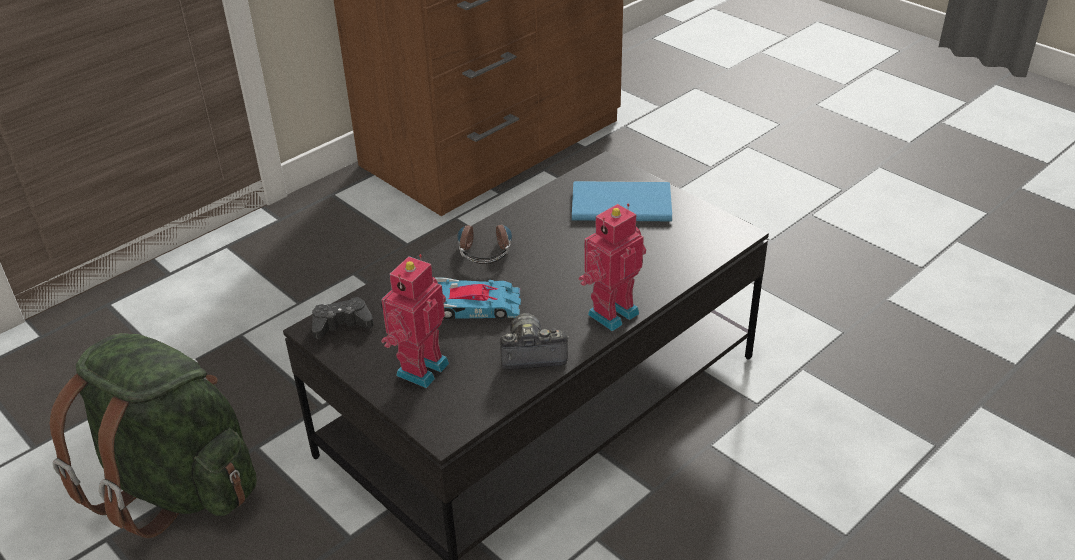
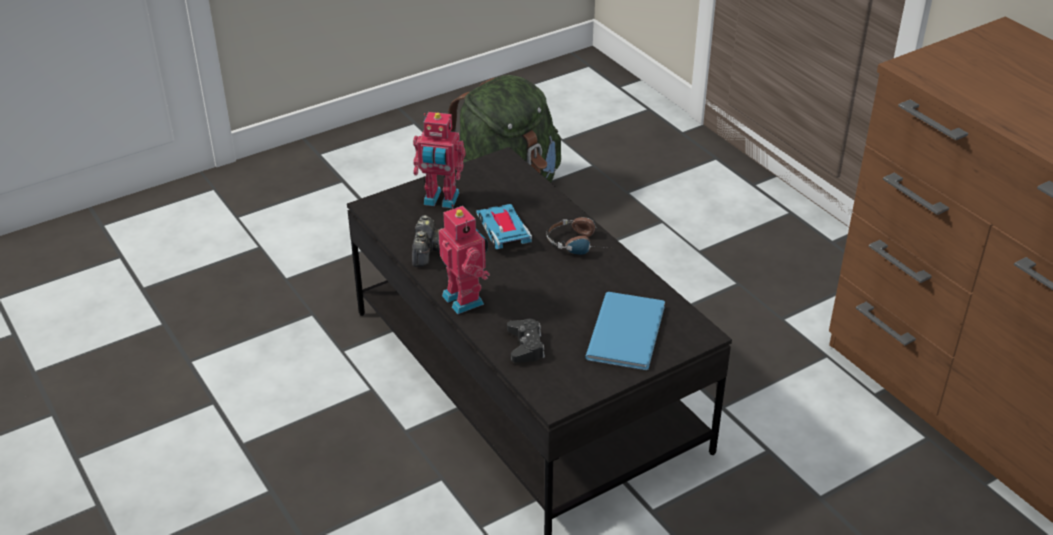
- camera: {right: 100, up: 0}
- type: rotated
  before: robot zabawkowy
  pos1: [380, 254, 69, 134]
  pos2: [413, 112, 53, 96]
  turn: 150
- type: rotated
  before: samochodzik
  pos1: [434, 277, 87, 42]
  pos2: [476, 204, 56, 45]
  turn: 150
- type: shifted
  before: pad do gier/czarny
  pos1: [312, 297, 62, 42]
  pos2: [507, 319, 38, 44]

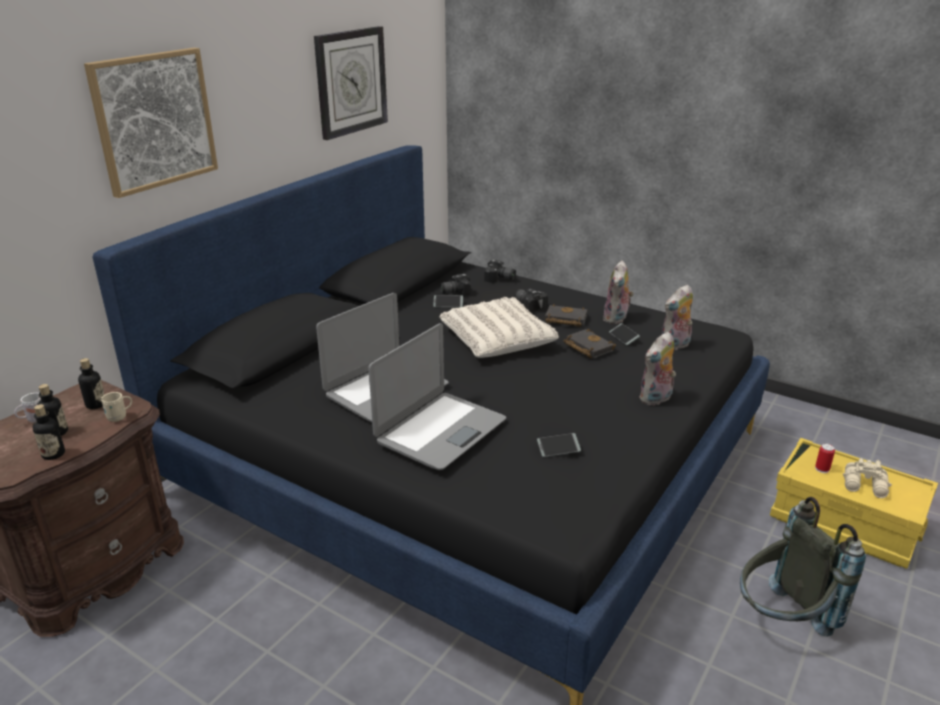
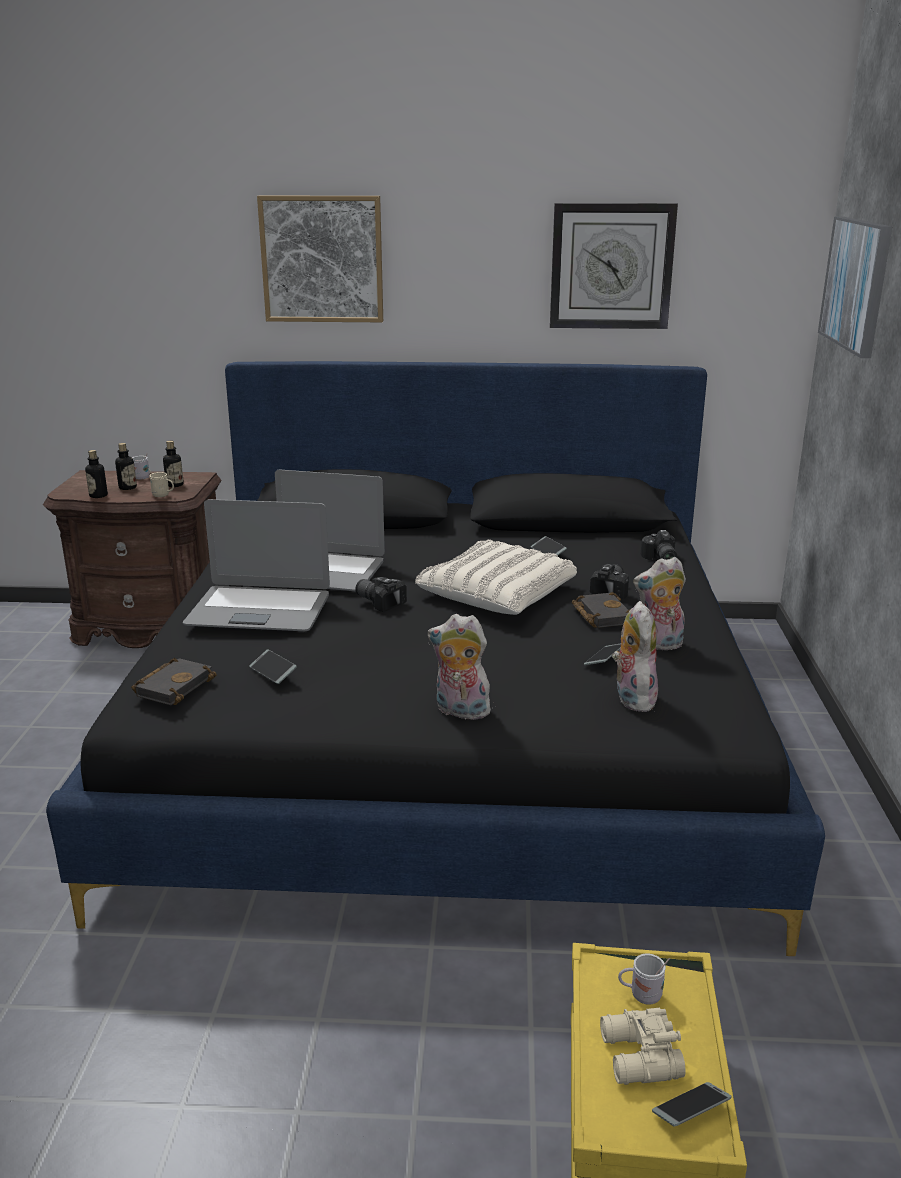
- camera: {right: 60, up: -5}
- type: shifted
  before: aparat fotograficzny
  pos1: [440, 274, 31, 21]
  pos2: [355, 577, 52, 35]
- type: rotated
  before: pluszak
  pos1: [662, 284, 31, 66]
  pos2: [612, 601, 46, 111]
  turn: 60
- type: shifted
  before: książka/czarny
  pos1: [563, 329, 53, 29]
  pos2: [131, 658, 86, 47]
- type: swapped
  before: puszka
  after: kubek/biały
  pos1: [815, 443, 20, 30]
  pos2: [618, 954, 52, 51]
- type: gone
  before: plecak/szary
  pos1: [740, 497, 126, 140]
- type: new
  after: obraz
  pos2: [818, 217, 74, 141]
- type: new
  after: telefon
  pos2: [652, 1082, 80, 45]

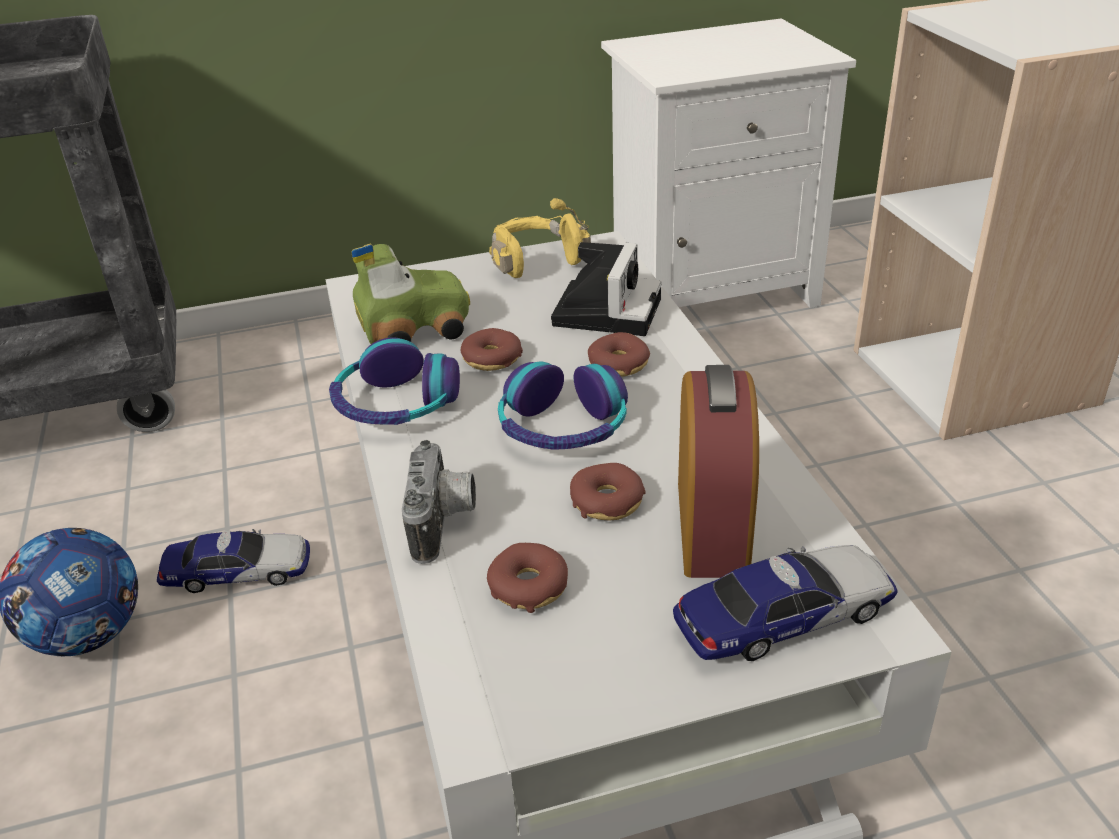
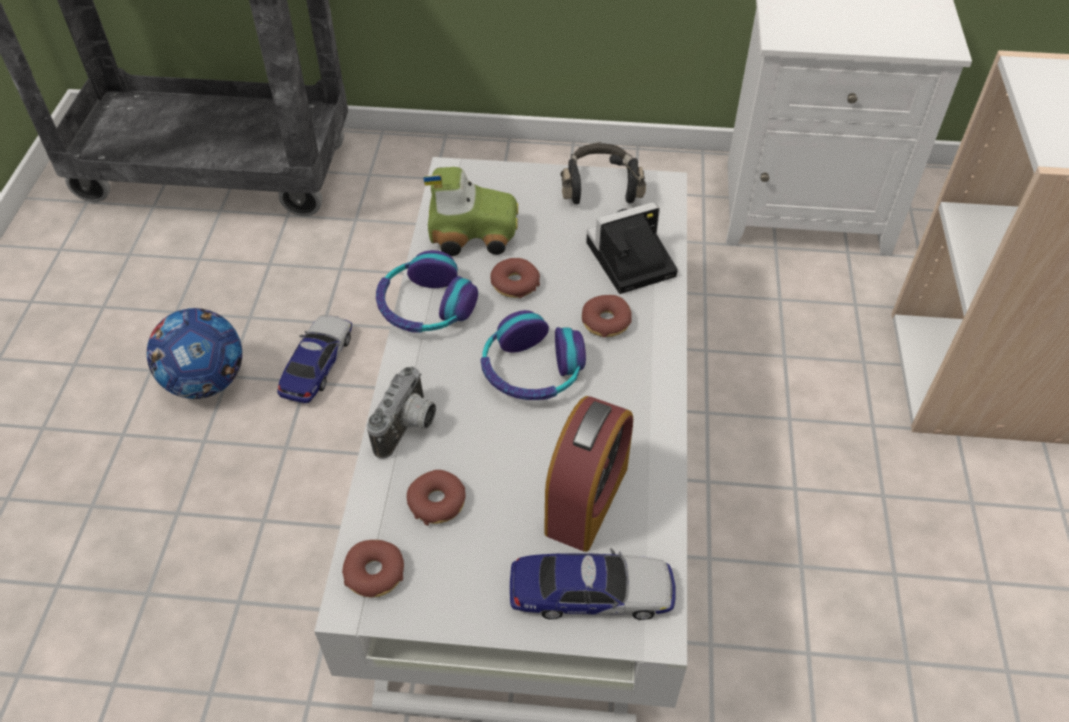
- camera: {right: 20, up: 15}
- type: repainted
  before: słuchawki/żółty
  after: słuchawki/czarny
  pos1: [489, 198, 102, 80]
  pos2: [560, 142, 86, 62]
- type: rotated
  before: aparat fotograficzny
  pos1: [551, 242, 110, 94]
  pos2: [586, 202, 92, 92]
  turn: -150
- type: shifted
  before: donut
  pos1: [570, 463, 76, 58]
  pos2: [342, 540, 62, 58]
- type: rotated
  before: samochodzik
  pos1: [157, 529, 153, 64]
  pos2: [277, 315, 75, 88]
  turn: -90

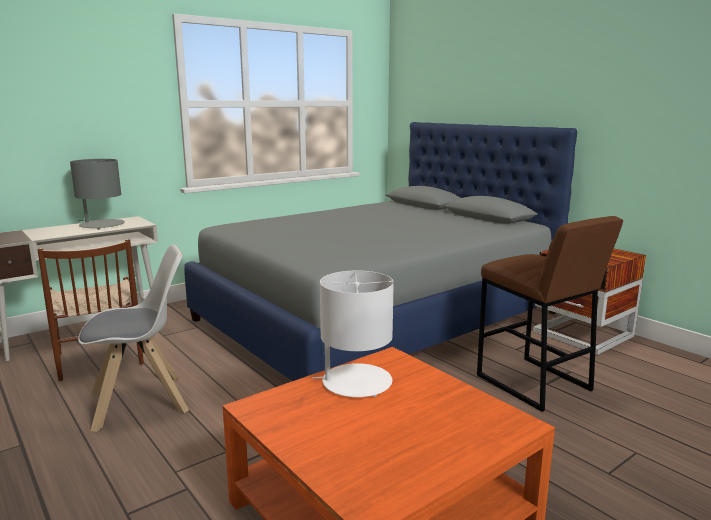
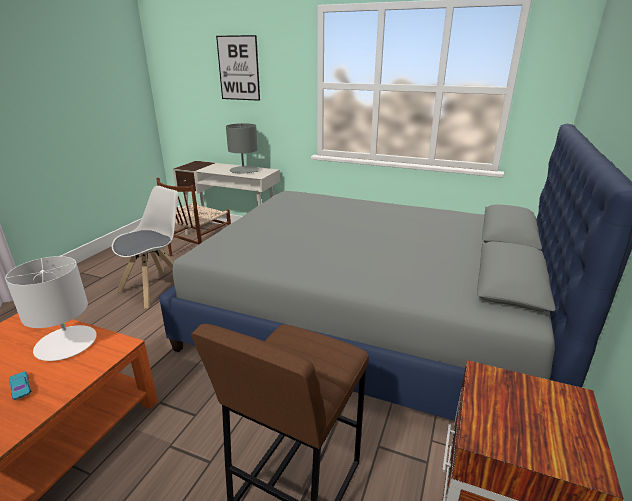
- camera: {right: 60, up: 10}
- type: rotated
  before: krzesło
  pos1: [78, 245, 111, 187]
  pos2: [112, 186, 66, 123]
  turn: -90
- type: new
  after: obraz
  pos2: [216, 35, 44, 66]
- type: new
  after: samochodzik/turkusowy
  pos2: [9, 371, 22, 29]

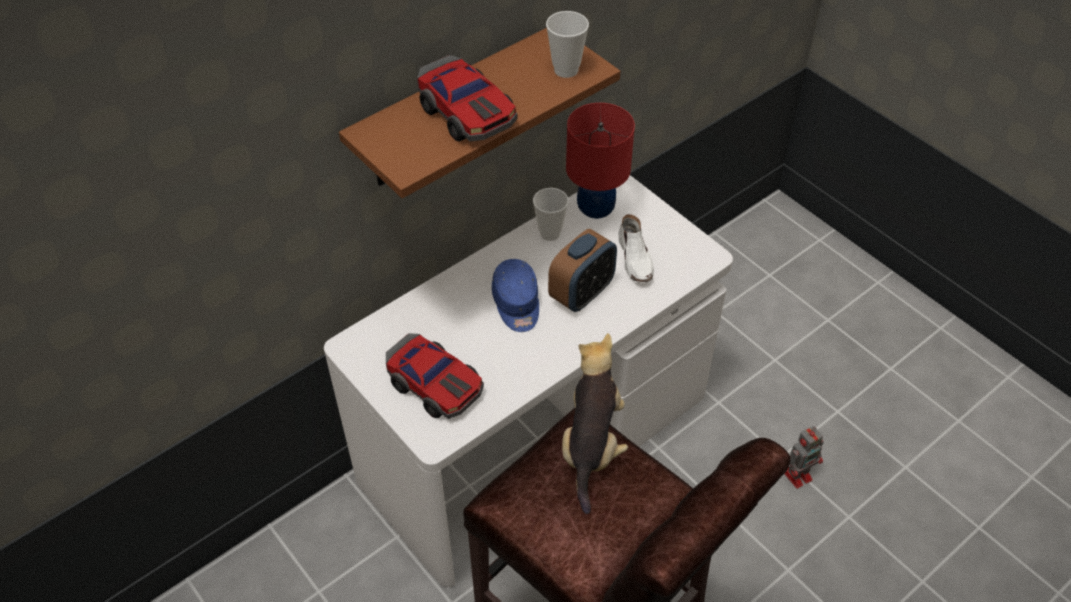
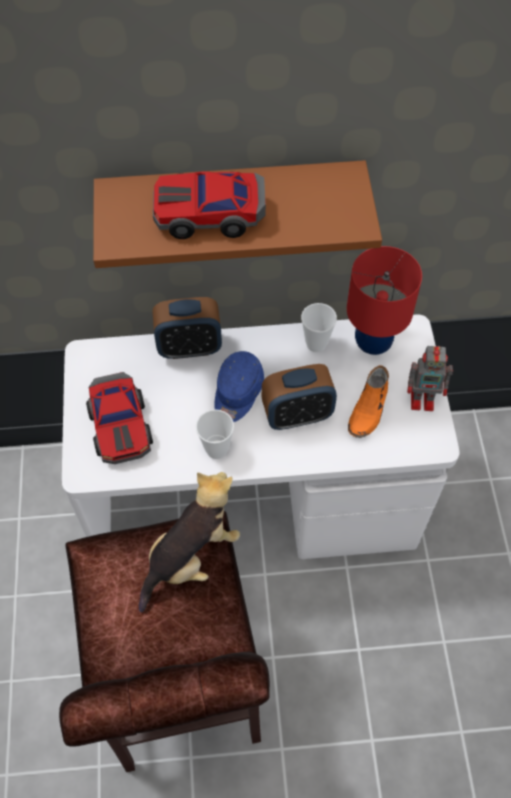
- camera: {right: 35, up: 10}
- type: shifted
  before: filiżanka
  pos1: [546, 11, 43, 67]
  pos2: [196, 410, 38, 49]
- type: rotated
  before: samochodzik
  pos1: [417, 55, 101, 87]
  pos2: [153, 172, 113, 67]
  turn: 90
- type: repainted
  before: but/biały
  after: but/pomarańczowy
  pos1: [618, 214, 36, 69]
  pos2: [348, 365, 41, 73]
- type: shifted
  before: robot zabawkowy
  pos1: [784, 426, 40, 63]
  pos2: [407, 346, 46, 65]
- type: new
  after: budzik
  pos2: [153, 297, 69, 62]

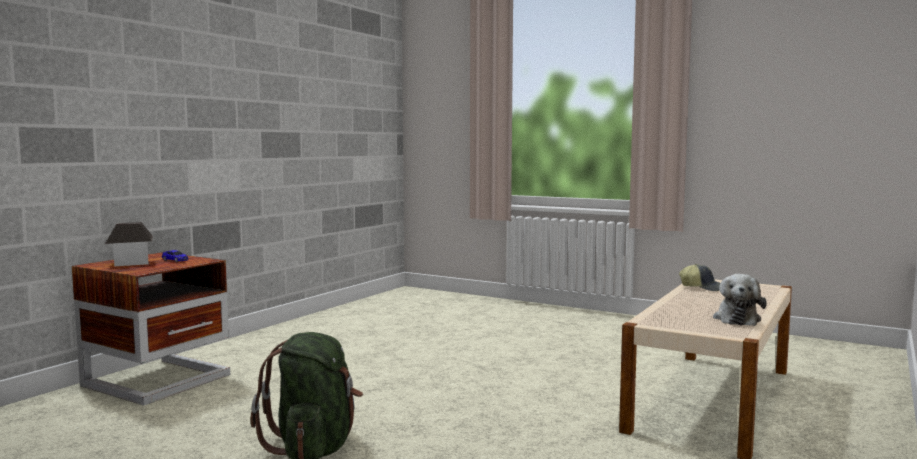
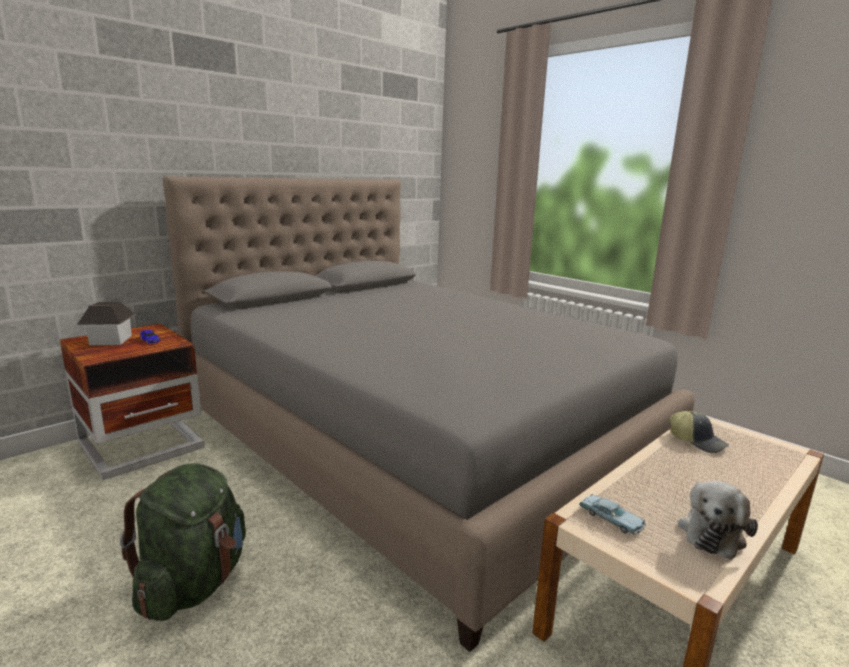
- camera: {right: 15, up: 10}
- type: new
  after: łóżko/szary
  pos2: [163, 176, 532, 476]
- type: new
  after: samochodzik/niebieski
  pos2: [579, 494, 67, 41]

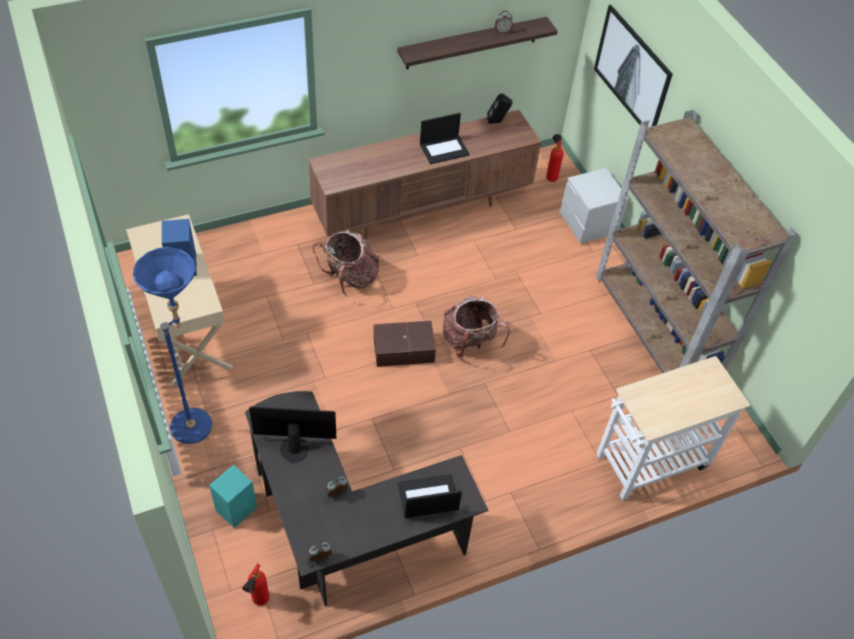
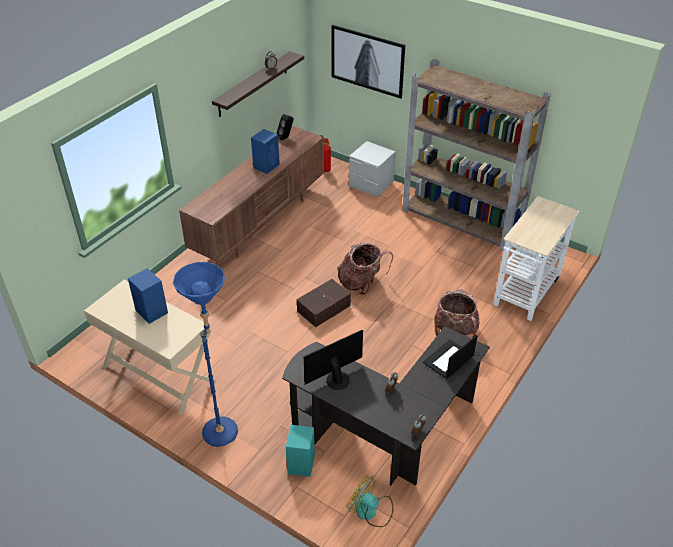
- camera: {right: -30, up: -10}
- type: swapped
  before: laptop
  after: głośnik/niebieski
  pos1: [420, 113, 50, 51]
  pos2: [251, 129, 29, 45]
- type: shifted
  before: plecak
  pos1: [313, 230, 66, 66]
  pos2: [435, 289, 45, 49]
- type: swapped
  before: gaśnica
  after: wentylator
  pos1: [242, 562, 27, 44]
  pos2: [346, 475, 47, 52]

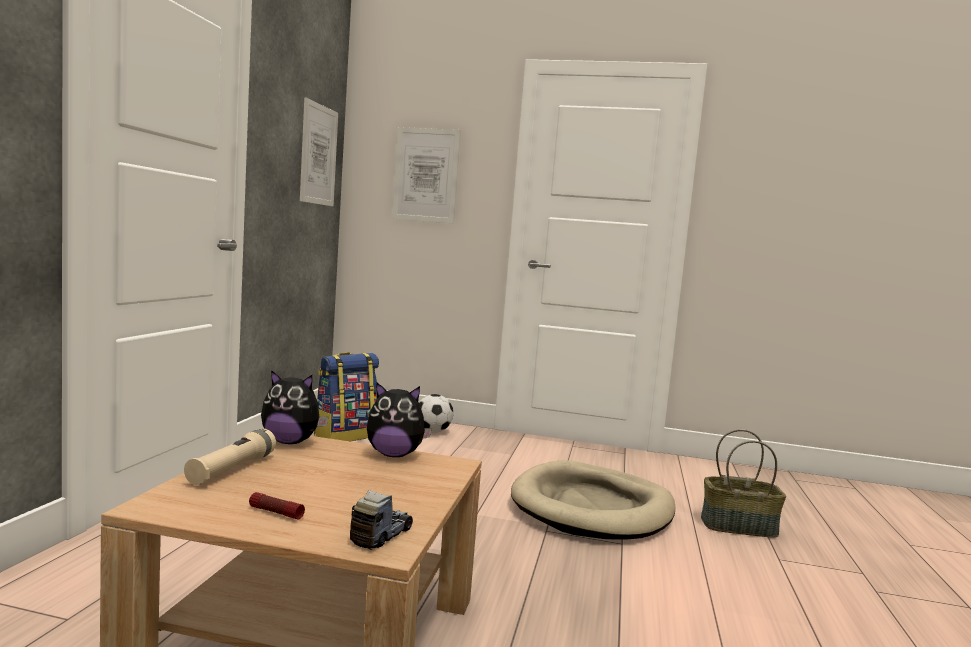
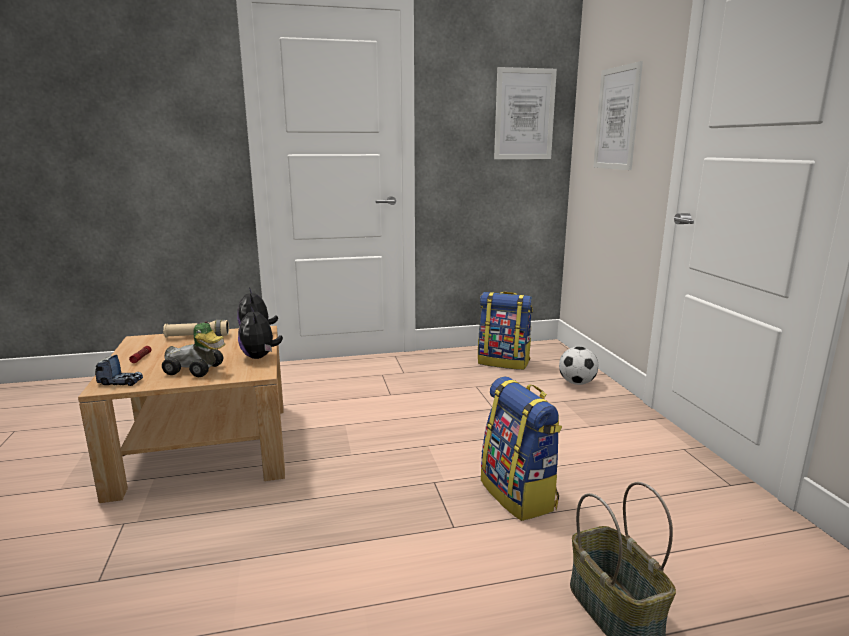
- camera: {right: 65, up: 10}
- type: swapped
  before: legowisko/beżowy
  after: plecak
  pos1: [511, 460, 165, 80]
  pos2: [481, 377, 81, 144]
- type: new
  after: samochodzik
  pos2: [162, 323, 63, 54]

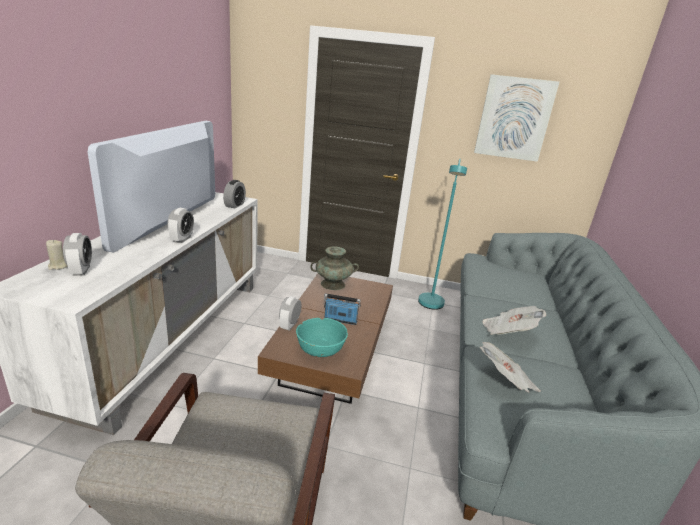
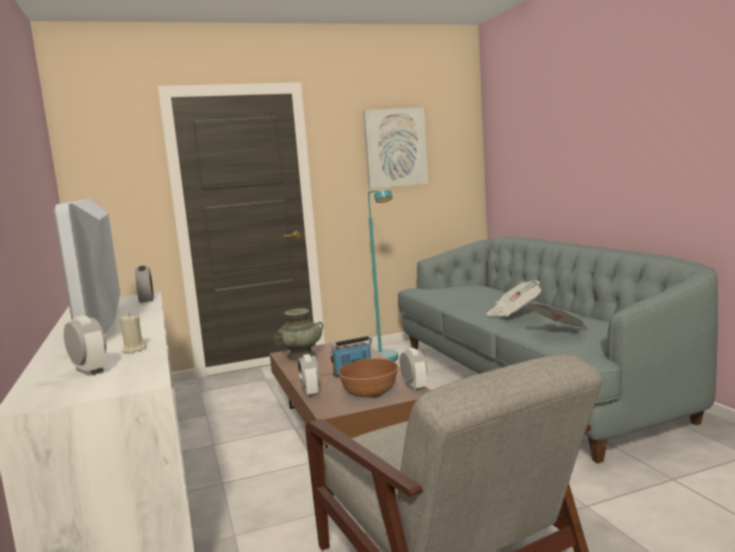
- camera: {right: -30, up: -15}
- type: shifted
  before: budzik
  pos1: [168, 208, 26, 35]
  pos2: [400, 348, 27, 43]
- type: shifted
  before: świeca/beżowy
  pos1: [46, 240, 22, 30]
  pos2: [120, 314, 26, 39]
- type: repainted
  before: miska/turkusowy
  after: miska/brązowy
  pos1: [296, 318, 52, 39]
  pos2: [338, 358, 60, 40]

